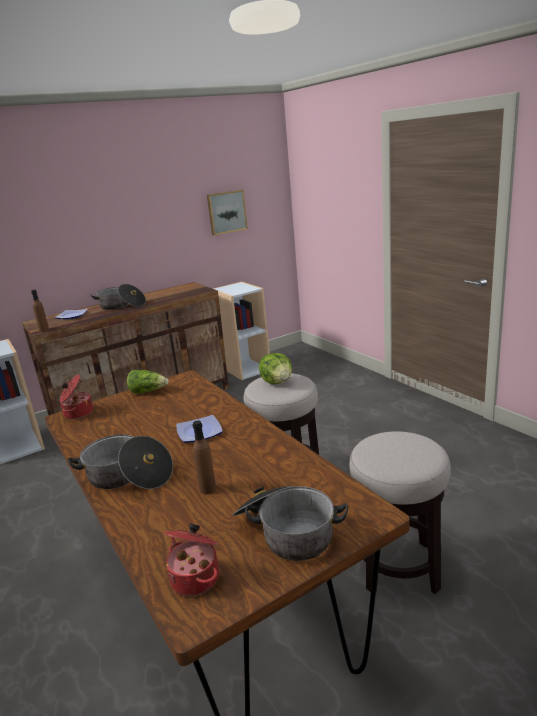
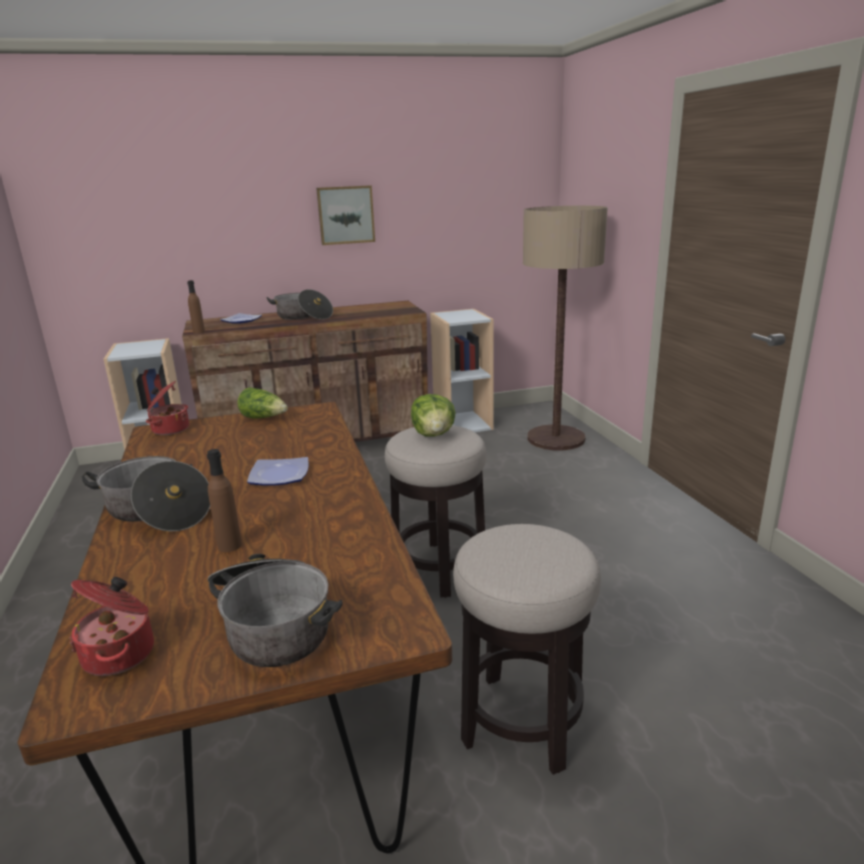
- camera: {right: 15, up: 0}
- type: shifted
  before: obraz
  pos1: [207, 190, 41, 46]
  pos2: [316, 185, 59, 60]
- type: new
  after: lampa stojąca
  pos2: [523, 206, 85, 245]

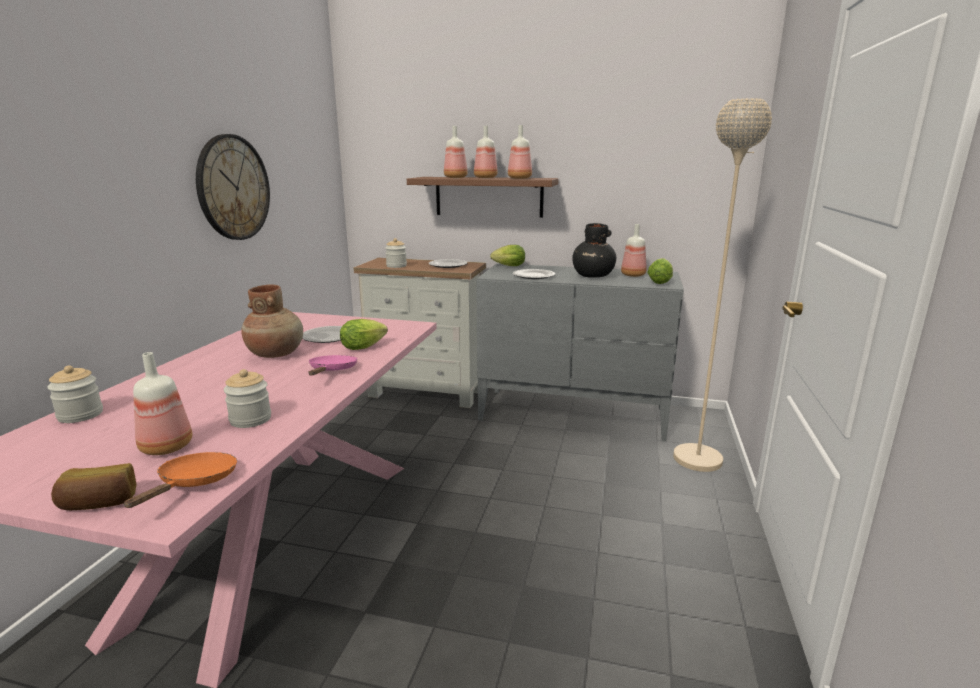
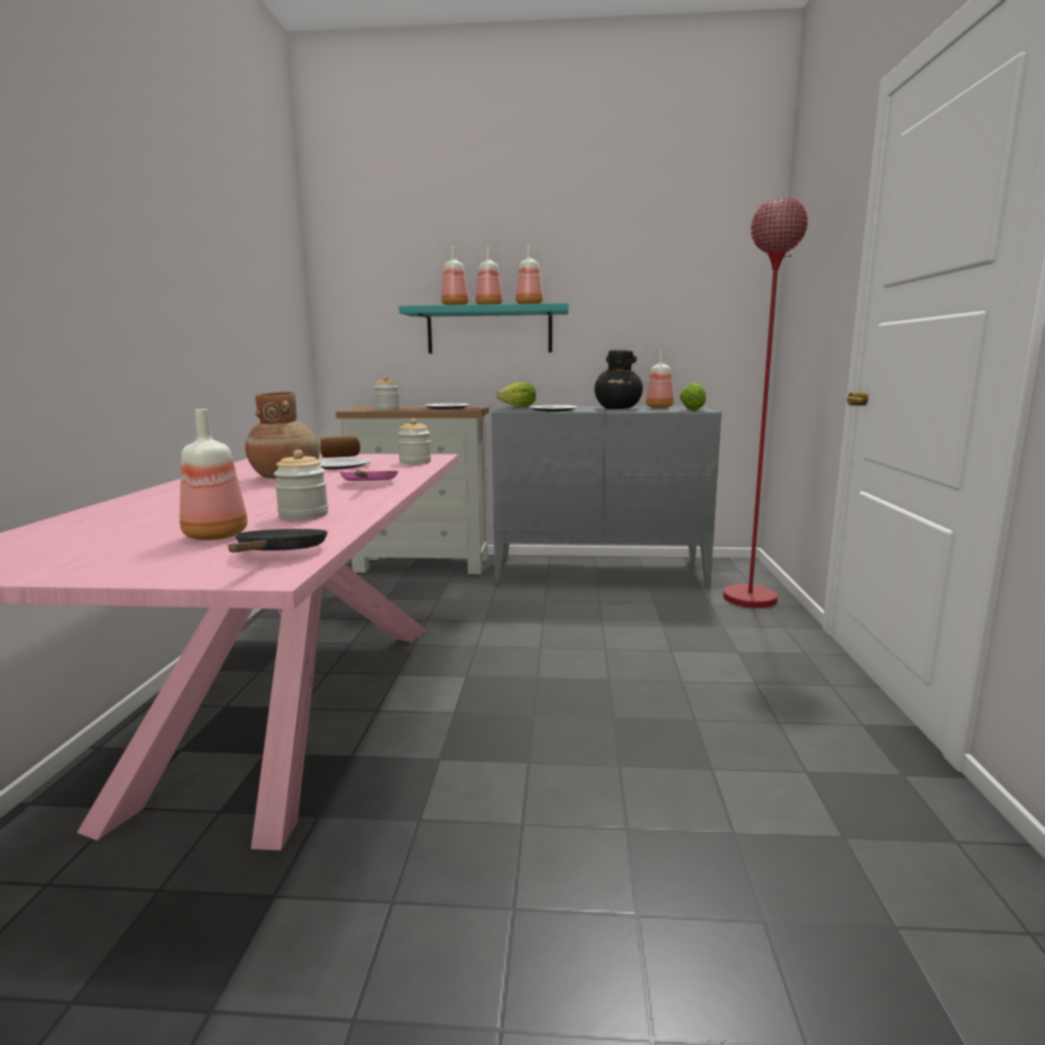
- camera: {right: -10, up: -5}
- type: repainted
  before: lampa stojąca/beżowy
  after: lampa stojąca/czerwony
  pos1: [673, 98, 99, 374]
  pos2: [723, 198, 85, 410]
- type: gone
  before: zegar ścienny
  pos1: [196, 134, 74, 106]
- type: repainted
  before: półka/brązowy
  after: półka/turkusowy
  pos1: [407, 177, 152, 41]
  pos2: [399, 303, 169, 51]
- type: gone
  before: sałata
  pos1: [340, 319, 48, 31]
- type: shifted
  before: słoik
  pos1: [47, 365, 56, 58]
  pos2: [398, 419, 33, 45]
- type: repainted
  before: patelnia/pomarańczowy
  after: patelnia/czarny
  pos1: [123, 452, 114, 56]
  pos2: [228, 529, 100, 24]
- type: shifted
  before: chleb
  pos1: [51, 463, 85, 47]
  pos2: [320, 436, 40, 22]

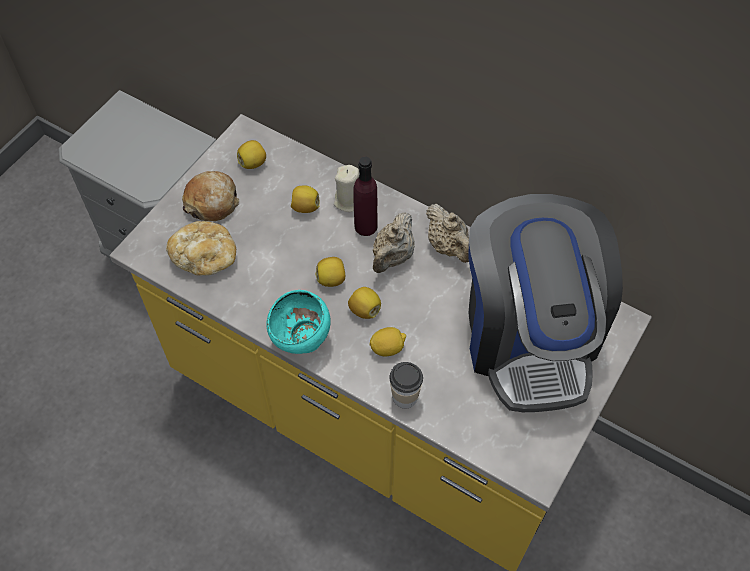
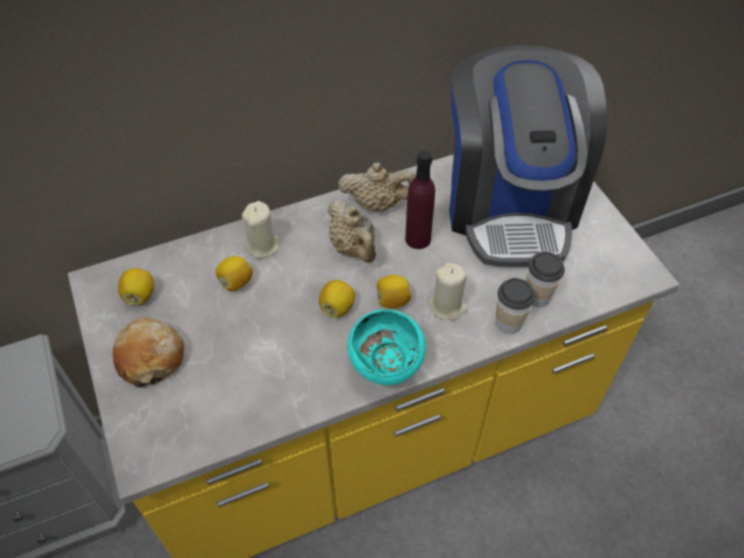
- camera: {right: -55, up: -5}
- type: shifted
  before: butelka/fioletowy
  pos1: [353, 157, 24, 79]
  pos2: [405, 151, 30, 98]
- type: rotated
  before: ekspres do kawy
  pos1: [468, 194, 155, 218]
  pos2: [449, 45, 158, 222]
  turn: 60
- type: gone
  before: chleb
  pos1: [166, 221, 70, 55]
- type: swapped
  before: cytryna
  after: świeca/beżowy
  pos1: [370, 327, 36, 30]
  pos2: [429, 263, 39, 58]
- type: new
  after: filiżanka
  pos2: [526, 252, 39, 55]

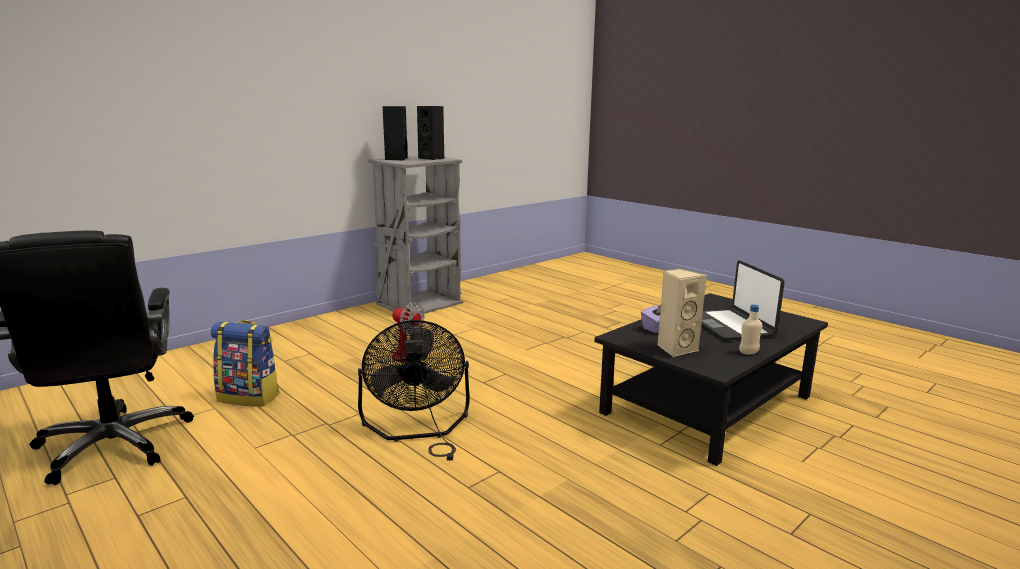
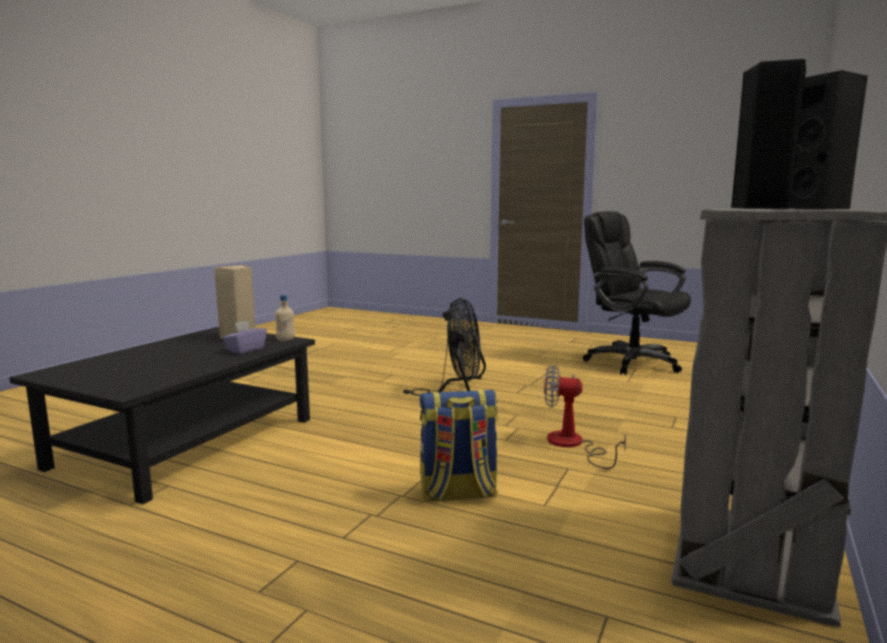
- camera: {right: 160, up: -5}
- type: gone
  before: laptop
  pos1: [701, 260, 84, 80]
- type: shifted
  before: butelka/beżowy
  pos1: [739, 305, 23, 49]
  pos2: [275, 295, 20, 46]
- type: shifted
  before: plecak
  pos1: [211, 320, 68, 87]
  pos2: [420, 390, 78, 112]
- type: rotated
  before: wentylator/czarny
  pos1: [358, 320, 112, 140]
  pos2: [402, 298, 84, 98]
  turn: -45

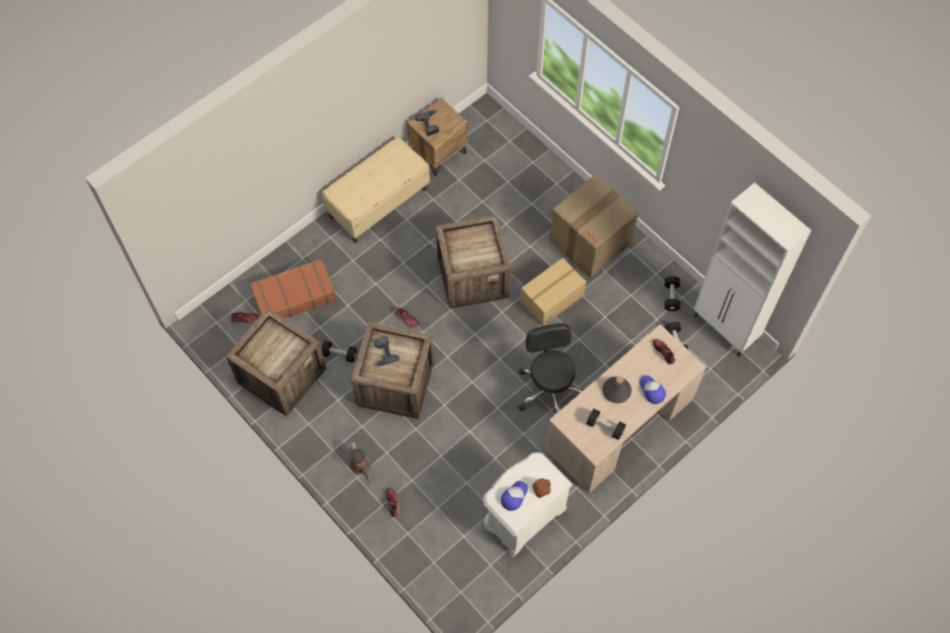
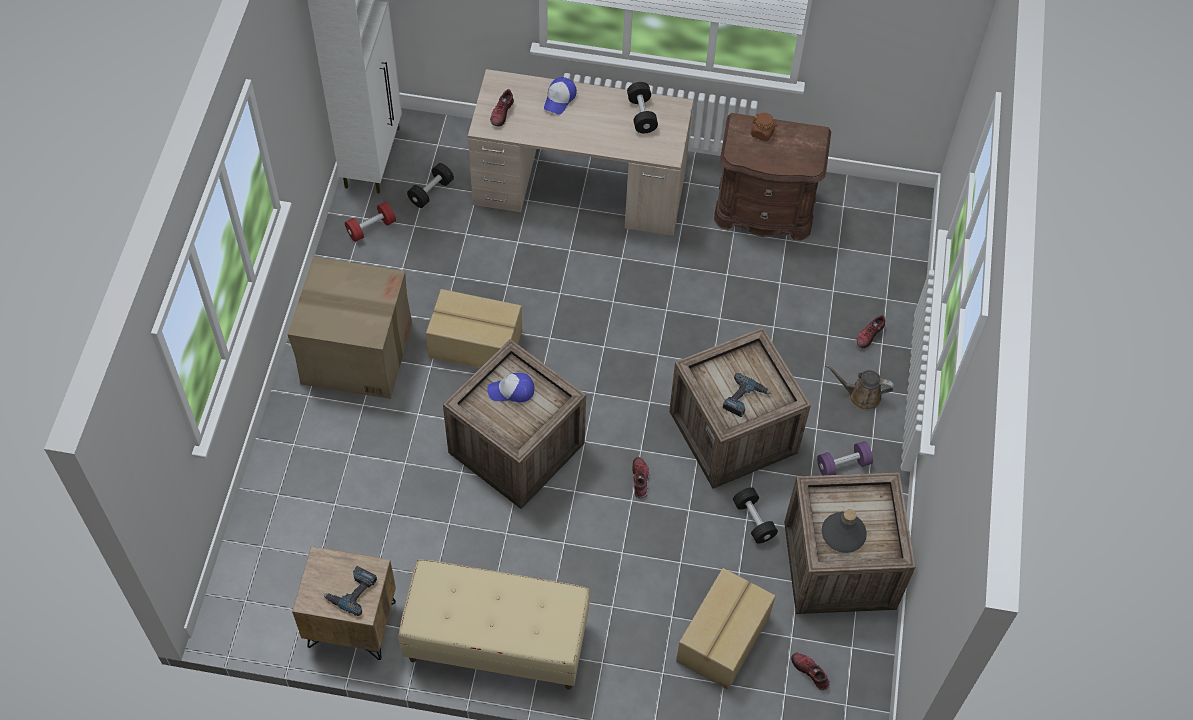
- camera: {right: -130, up: -5}
- type: swapped
  before: walizka/brązowy
  after: karton
  pos1: [250, 258, 87, 61]
  pos2: [676, 568, 99, 122]
- type: repainted
  before: hantel/czarny
  after: hantel/czerwony
  pos1: [665, 276, 15, 35]
  pos2: [345, 202, 51, 40]
- type: gone
  before: krzesło biurowe/czarny
  pos1: [519, 323, 64, 90]
- type: shifted
  before: butelka/szary
  pos1: [602, 376, 30, 27]
  pos2: [821, 509, 46, 44]
- type: rotated
  before: konewka/brązowy
  pos1: [349, 442, 22, 41]
  pos2: [825, 364, 69, 46]
  turn: -105
- type: repainted
  before: szafka nocna/biały
  after: szafka nocna/brązowy
  pos1: [483, 452, 90, 105]
  pos2: [714, 113, 117, 128]
- type: shifted
  before: czapka z daszkiem
  pos1: [501, 481, 27, 30]
  pos2: [487, 373, 48, 30]
- type: new
  after: hantel/fioletowy
  pos2: [817, 441, 56, 34]

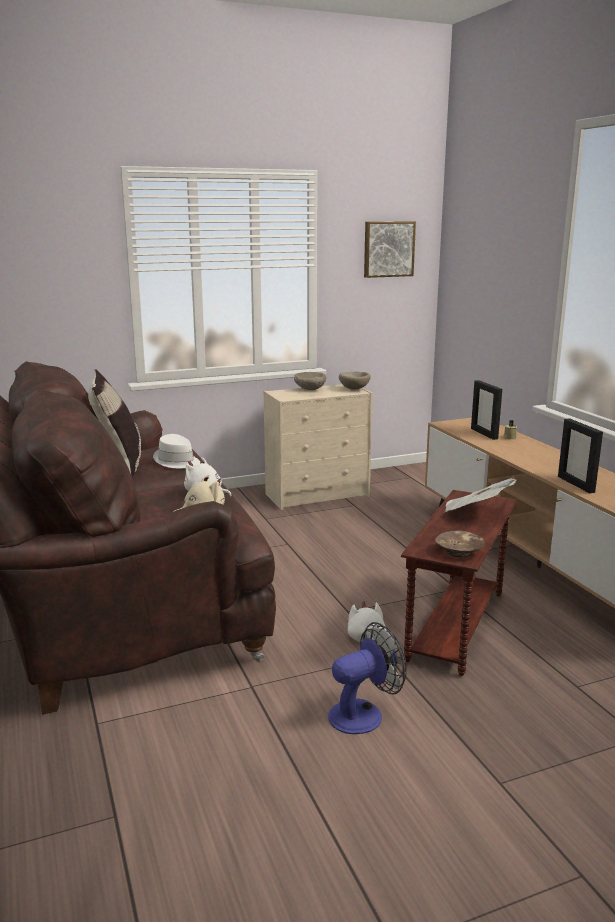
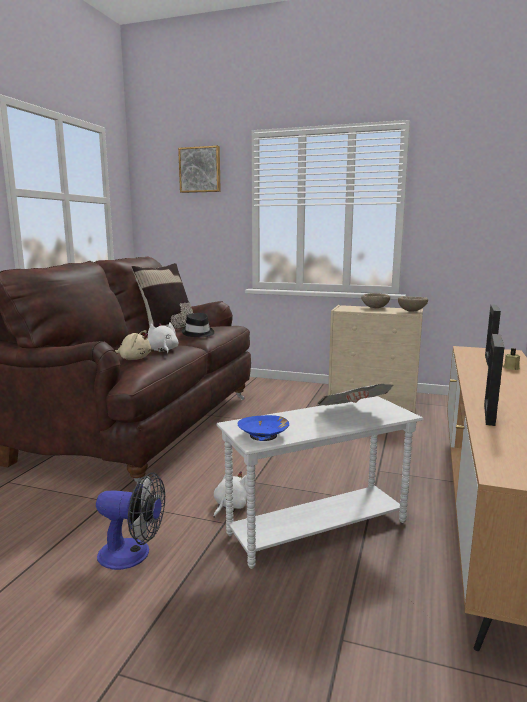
- camera: {right: 40, up: -5}
- type: shifted
  before: obraz
  pos1: [364, 222, 52, 56]
  pos2: [178, 146, 43, 47]
- type: repainted
  before: kapelusz/biały
  after: kapelusz/czarny
  pos1: [153, 434, 47, 34]
  pos2: [182, 313, 32, 24]
- type: repainted
  before: stolik/brązowy
  after: stolik/biały
  pos1: [401, 490, 116, 186]
  pos2: [217, 396, 207, 173]
- type: repainted
  before: miska/brązowy
  after: miska/niebieski
  pos1: [435, 531, 50, 26]
  pos2: [238, 415, 51, 26]

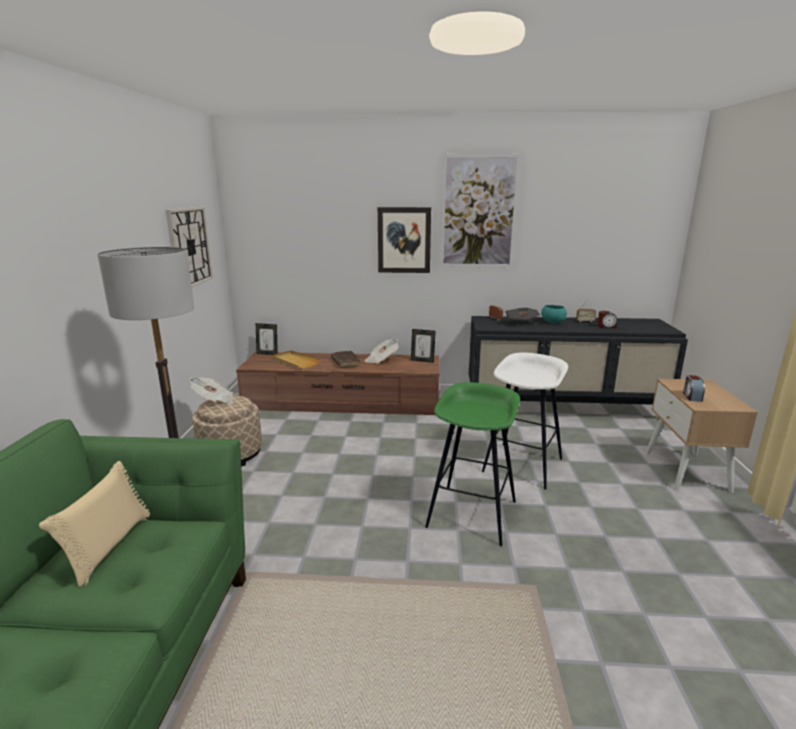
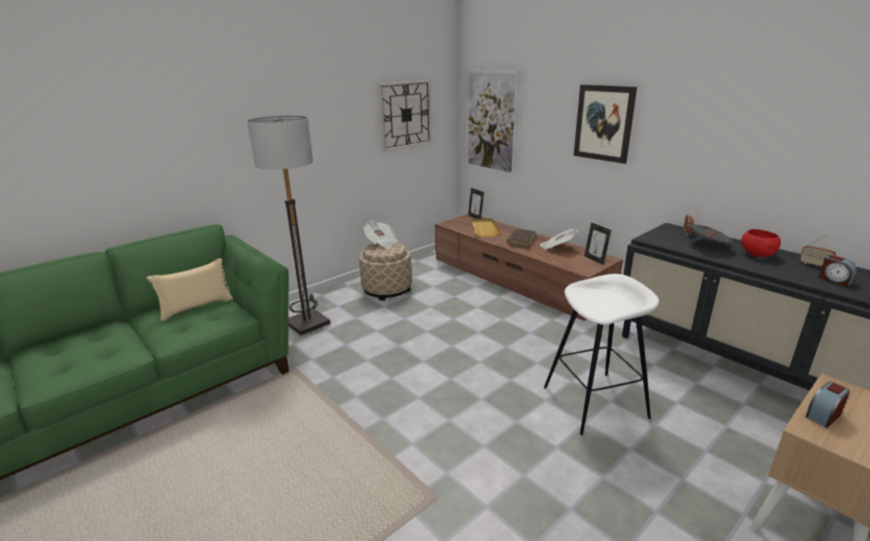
- camera: {right: 45, up: 5}
- type: shifted
  before: obraz
  pos1: [440, 154, 81, 113]
  pos2: [466, 70, 54, 106]
- type: repainted
  before: miska/turkusowy
  after: miska/czerwony
  pos1: [541, 305, 26, 19]
  pos2: [741, 229, 40, 28]
- type: gone
  before: stołek/zielony
  pos1: [425, 382, 95, 164]

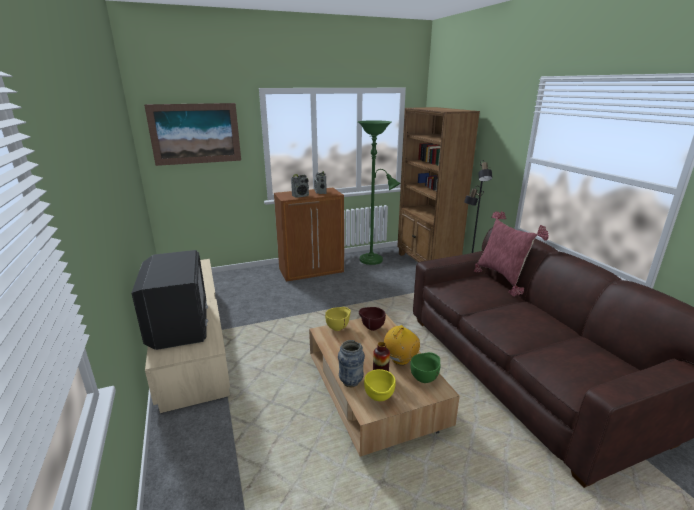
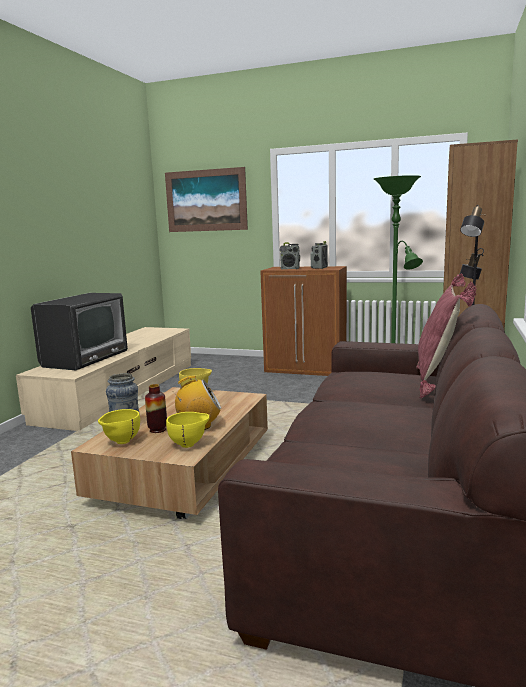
- camera: {right: 40, up: -10}
- type: gone
  before: miska/brązowy
  pos1: [359, 307, 27, 24]
- type: repainted
  before: miska/zielony
  after: miska/żółty
  pos1: [410, 352, 30, 31]
  pos2: [166, 412, 43, 36]

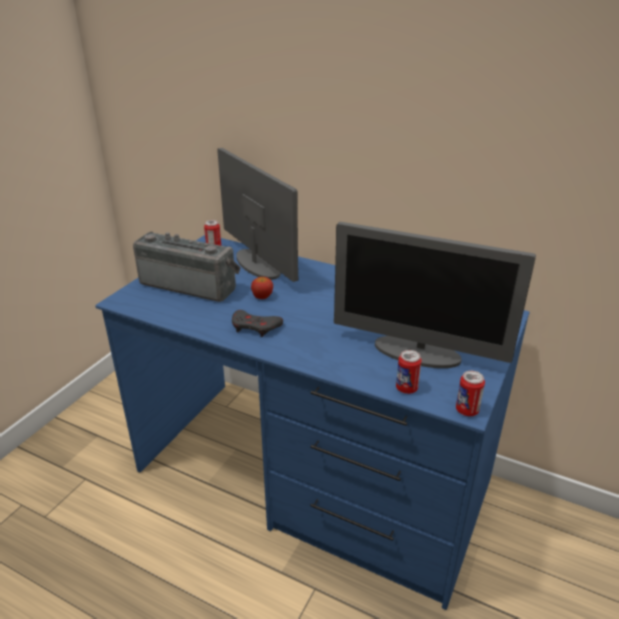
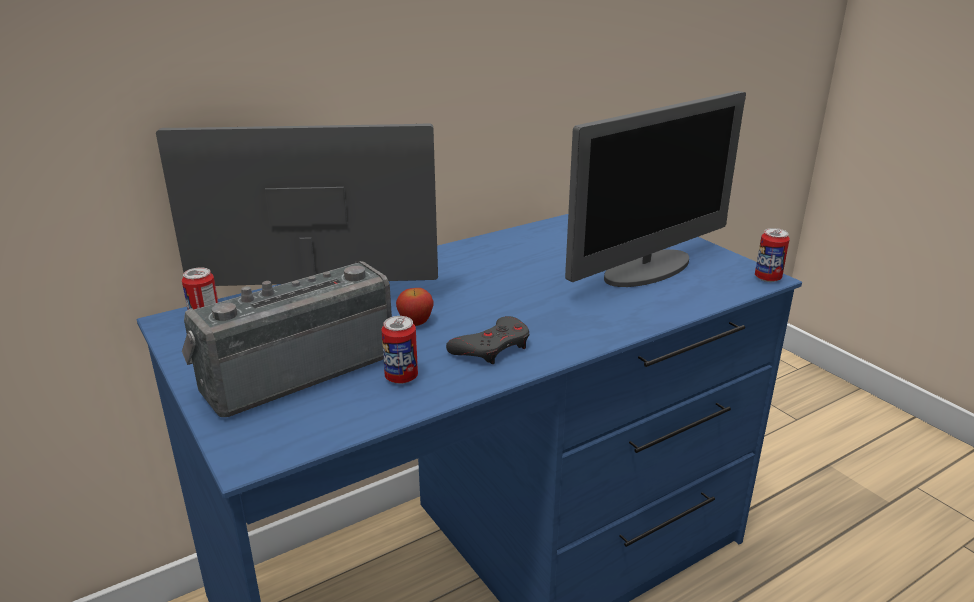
- camera: {right: -60, up: -5}
- type: shifted
  before: puszka
  pos1: [396, 350, 26, 44]
  pos2: [381, 316, 37, 68]

